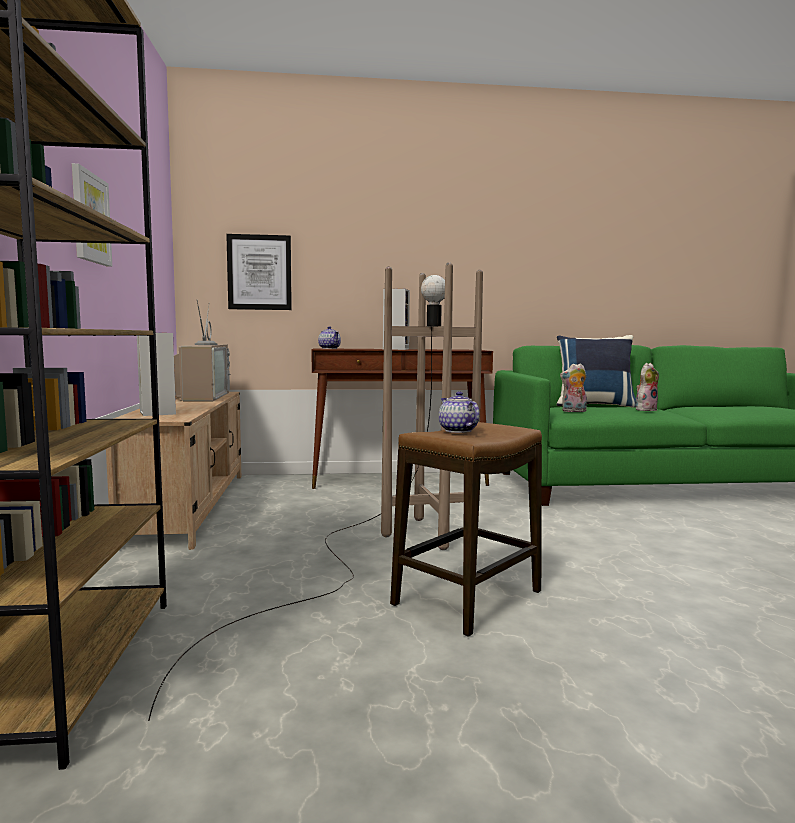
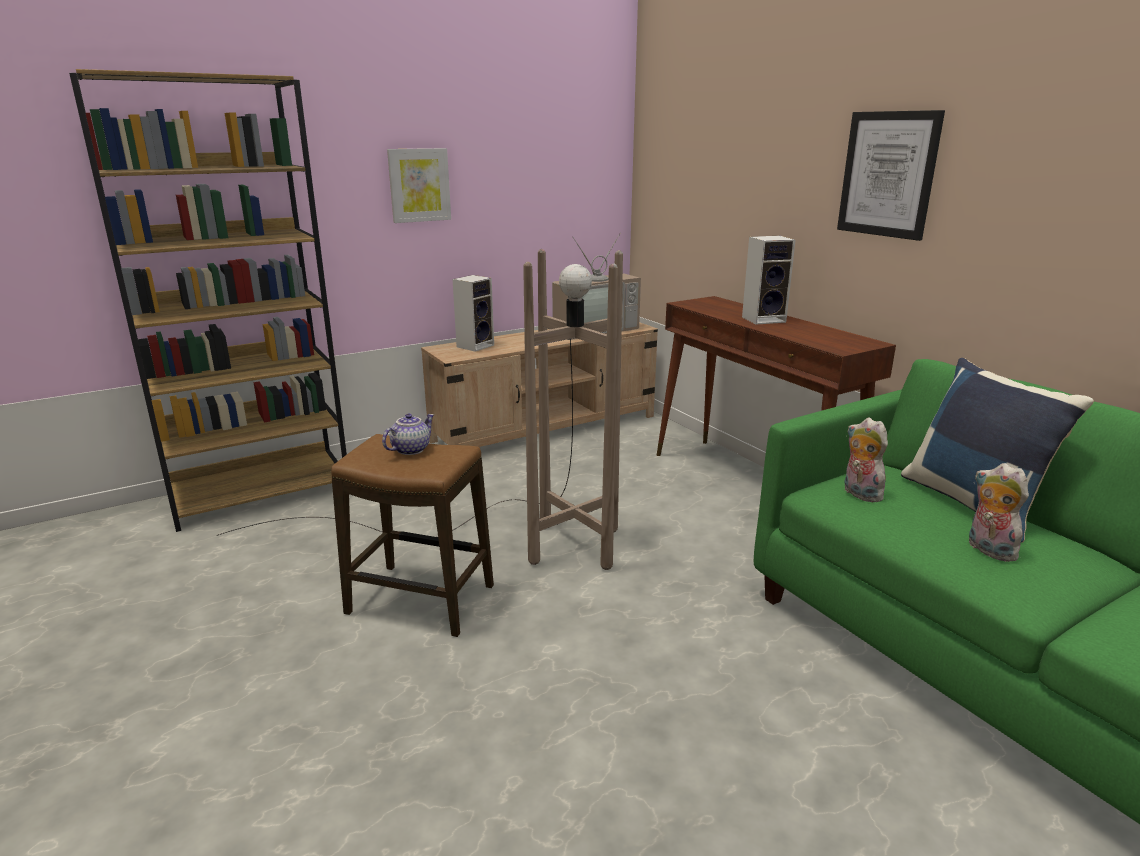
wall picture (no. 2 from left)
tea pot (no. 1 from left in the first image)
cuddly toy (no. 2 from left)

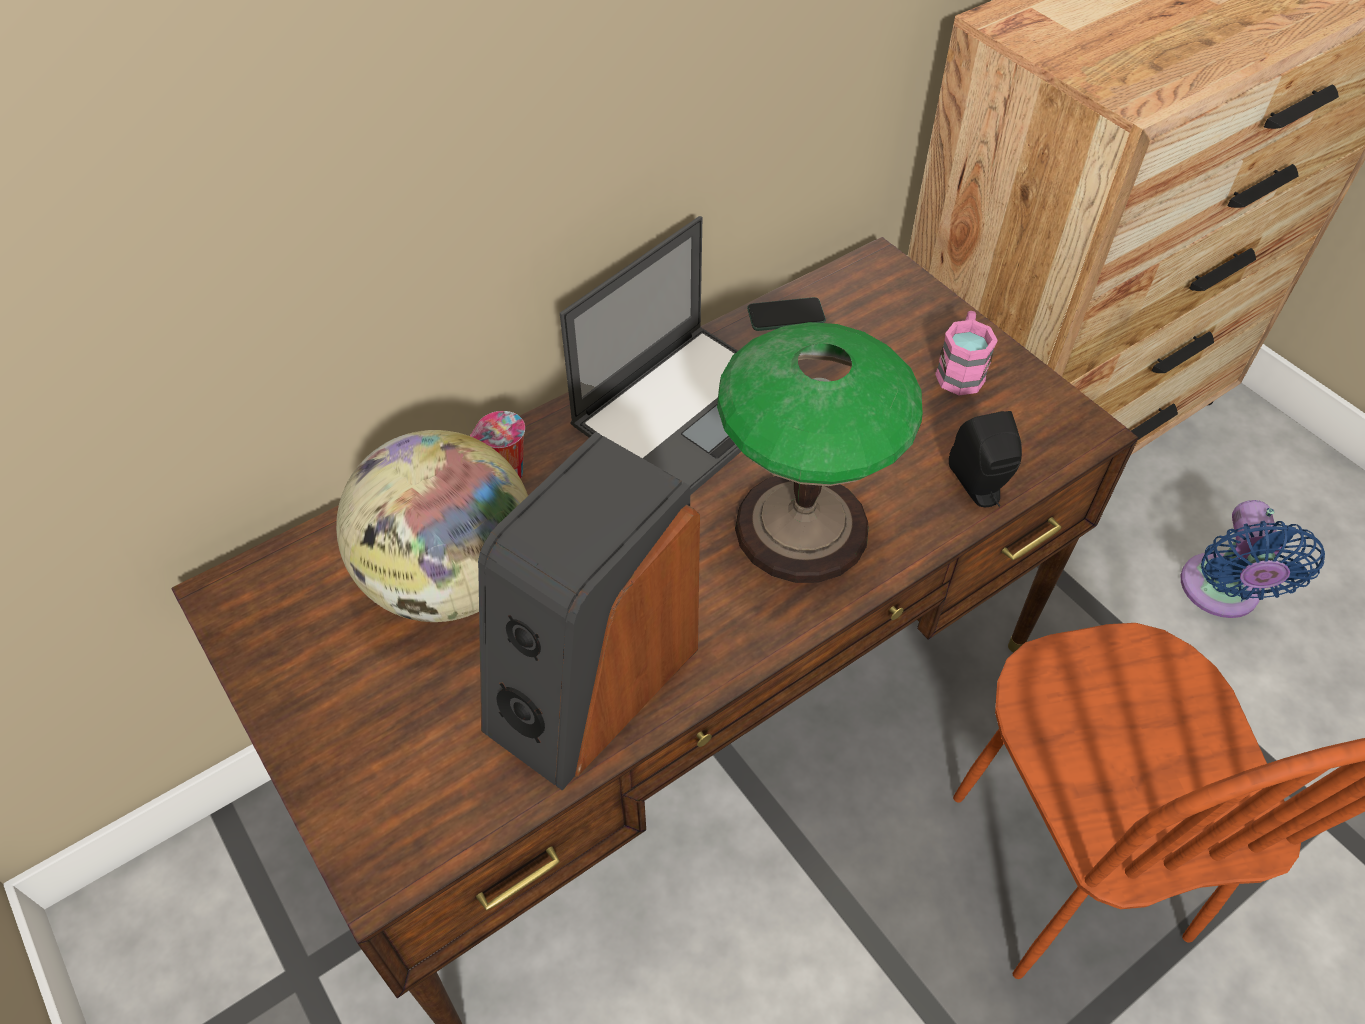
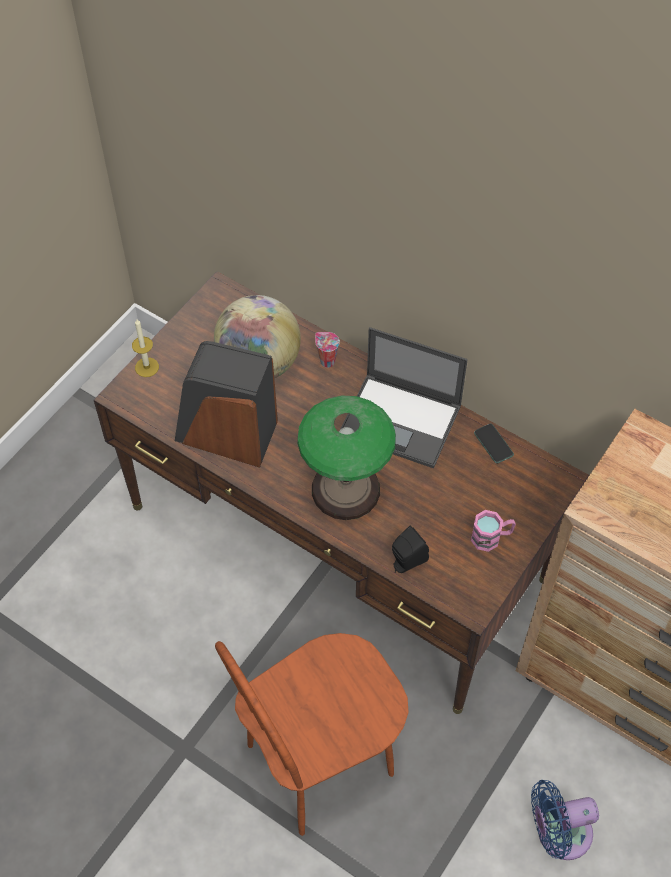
wax light

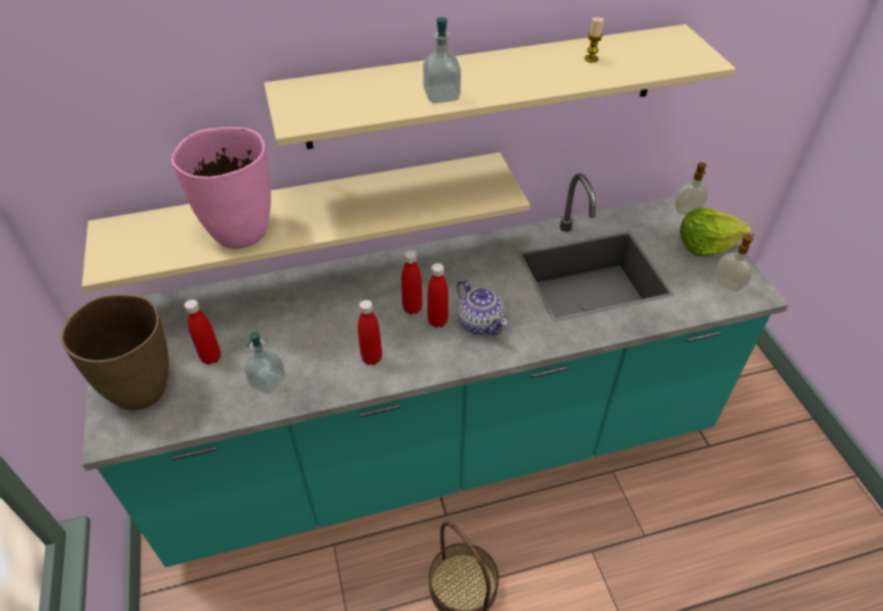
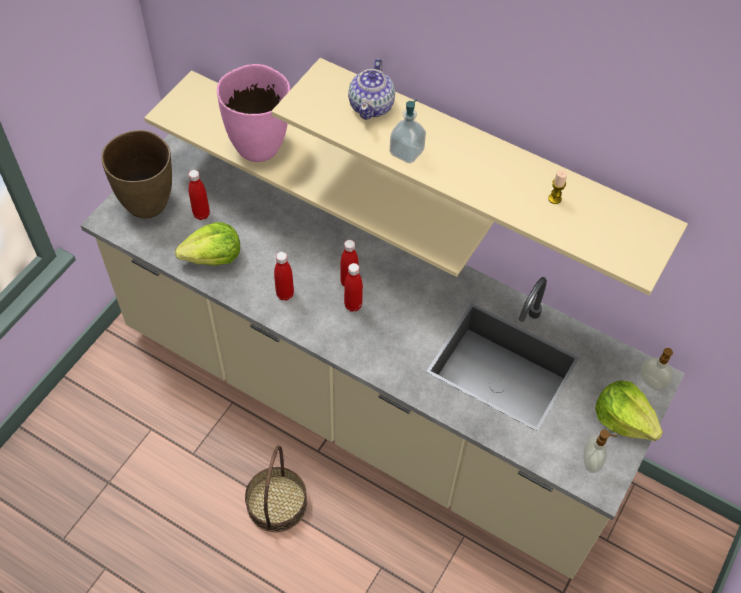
kitchen base unit/beige
tea pot
lettuce (no. 1 from left)

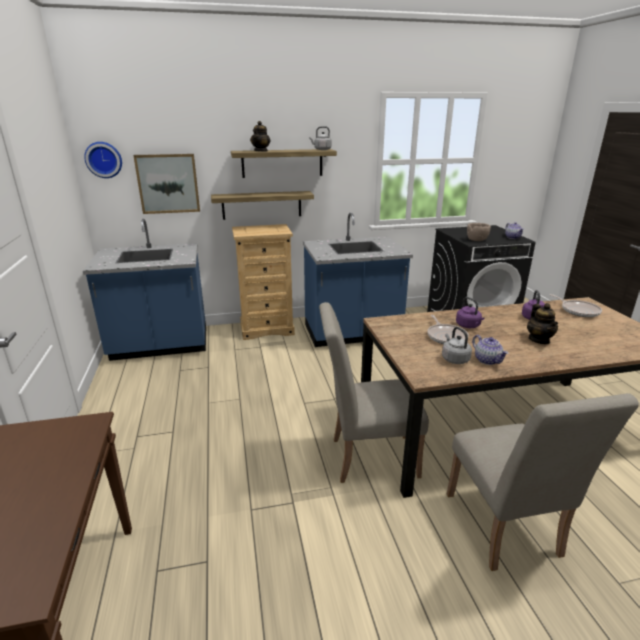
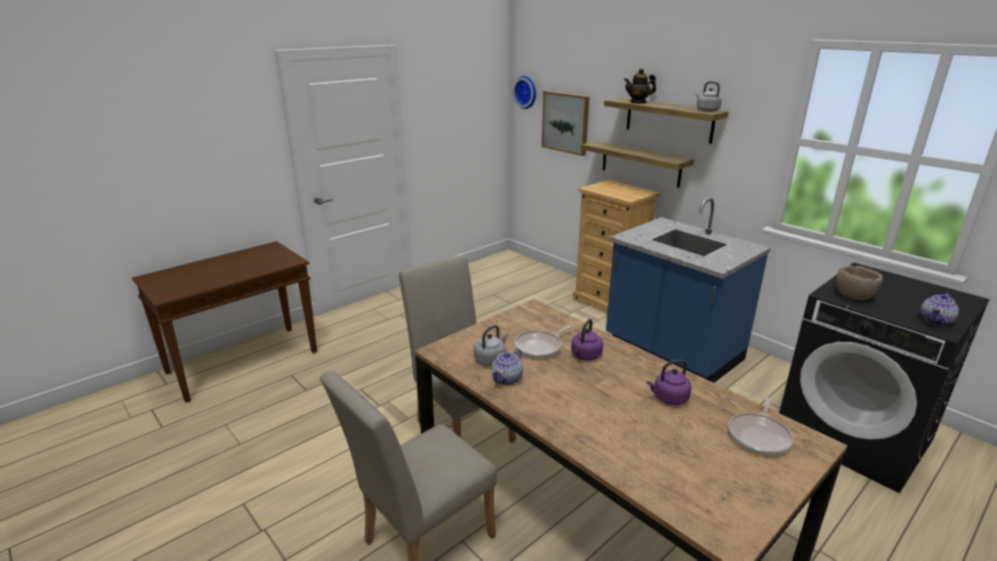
kitchen base unit/blue (no. 1 from left in the first image)
tea pot (no. 4 from left in the first image)

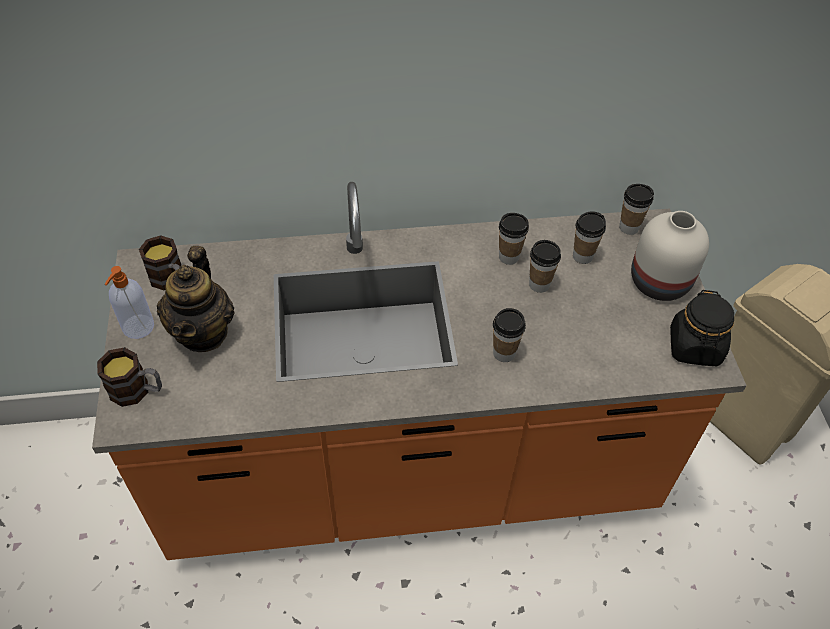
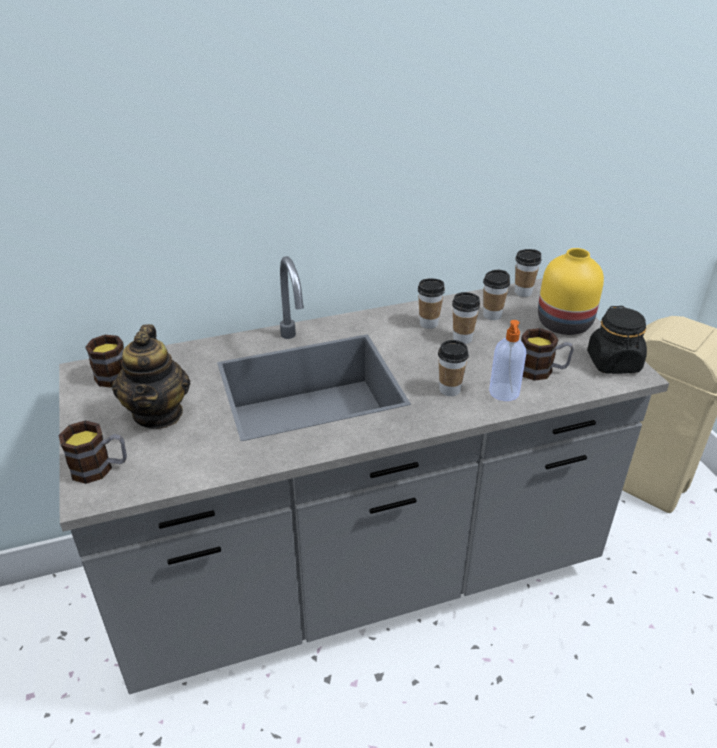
kitchen base unit/greyish
decorative vase/yellow-coloured
liquid soap bottle
coffee mug (no. 3 from left)

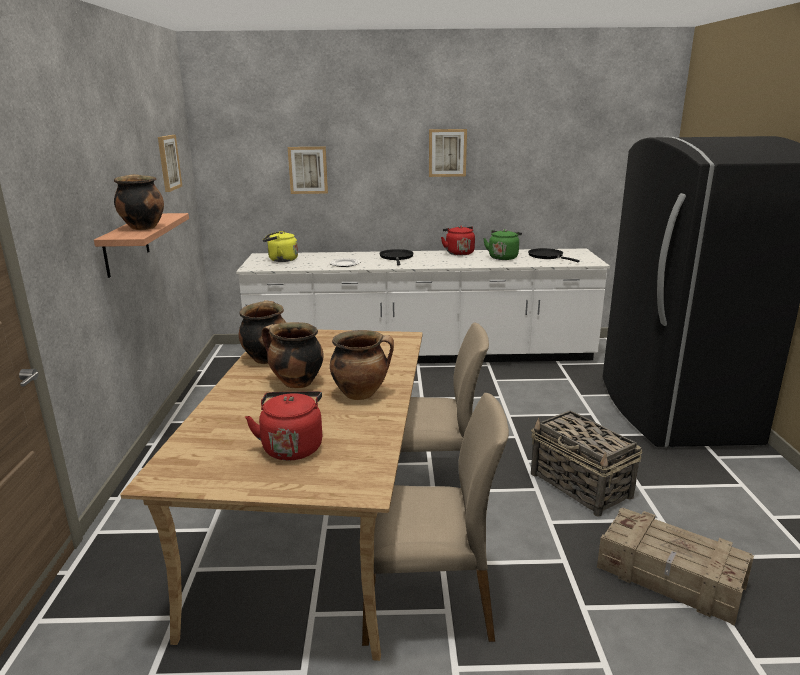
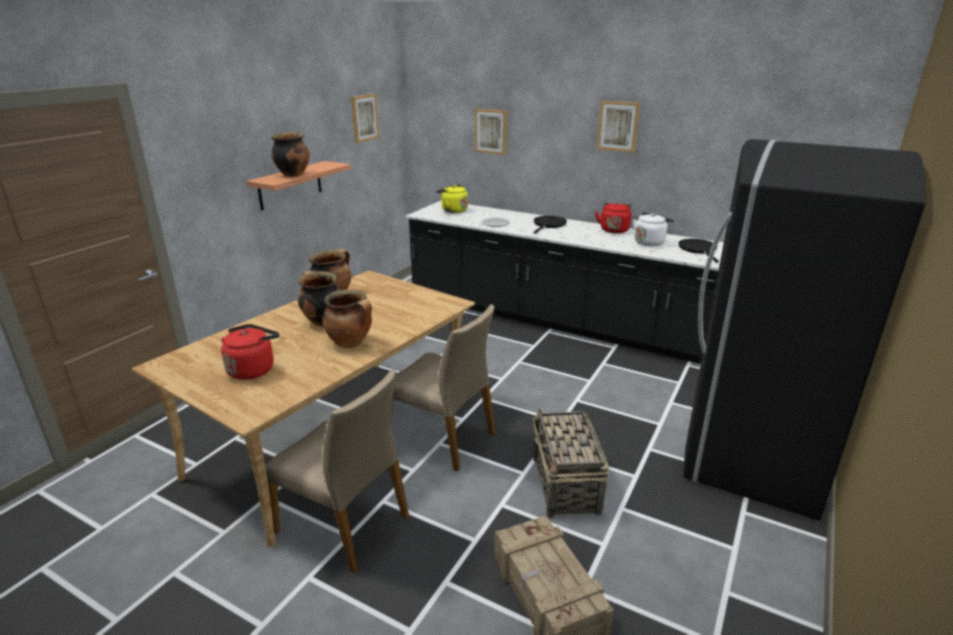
kettle/white-coloured
kitchen base unit/black

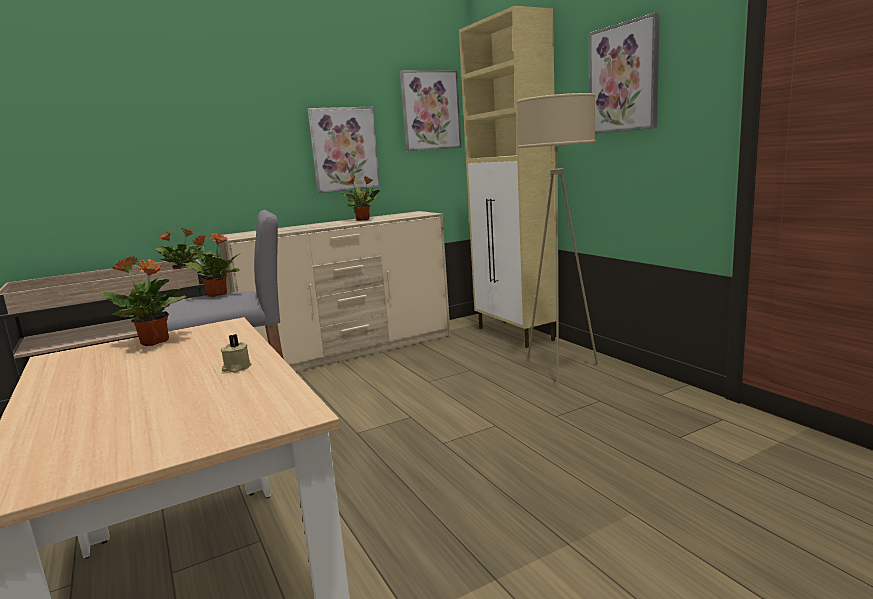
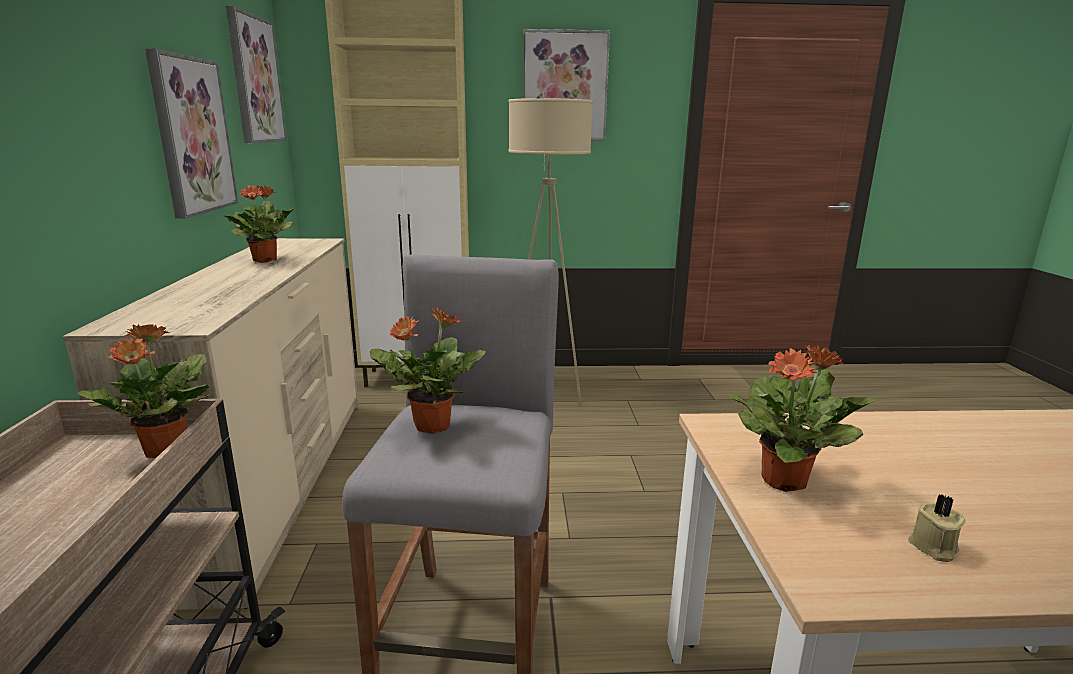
wax light/beige

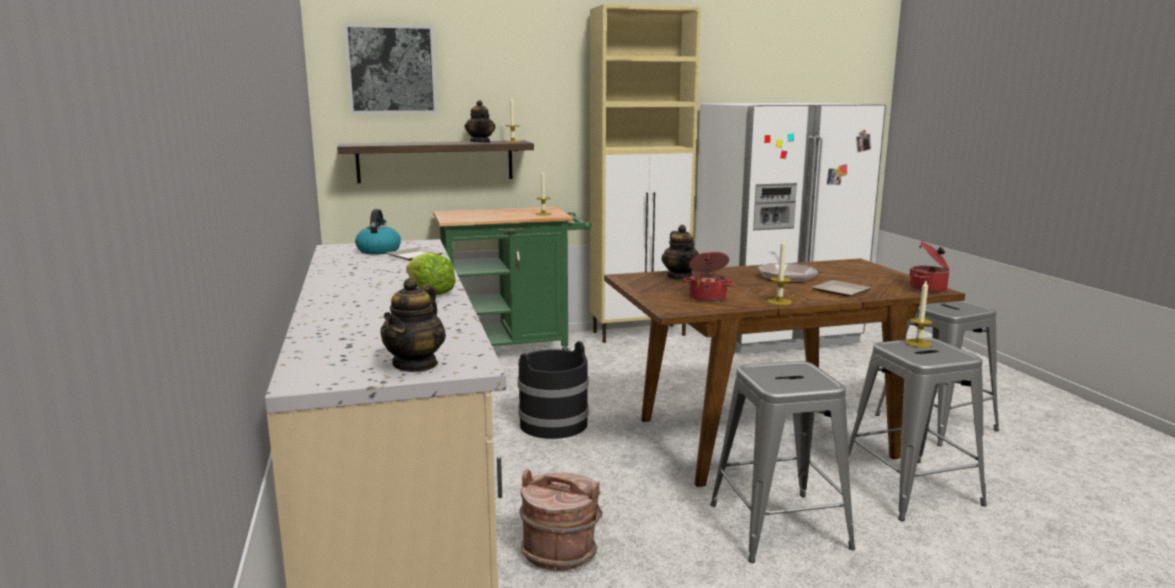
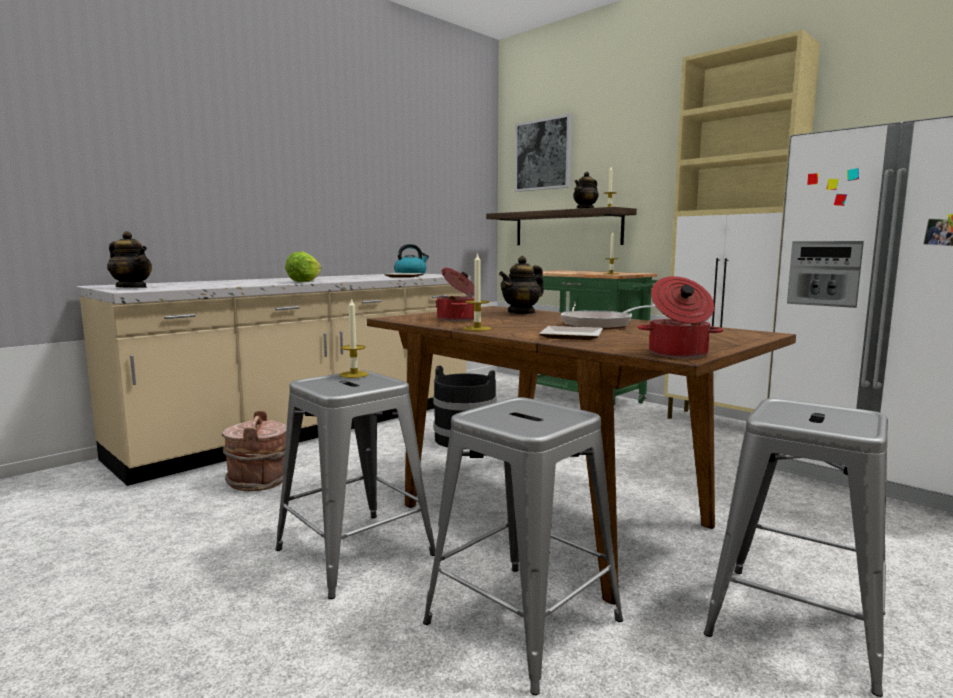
tea pot (no. 1 from left)
wax light (no. 1 from left)

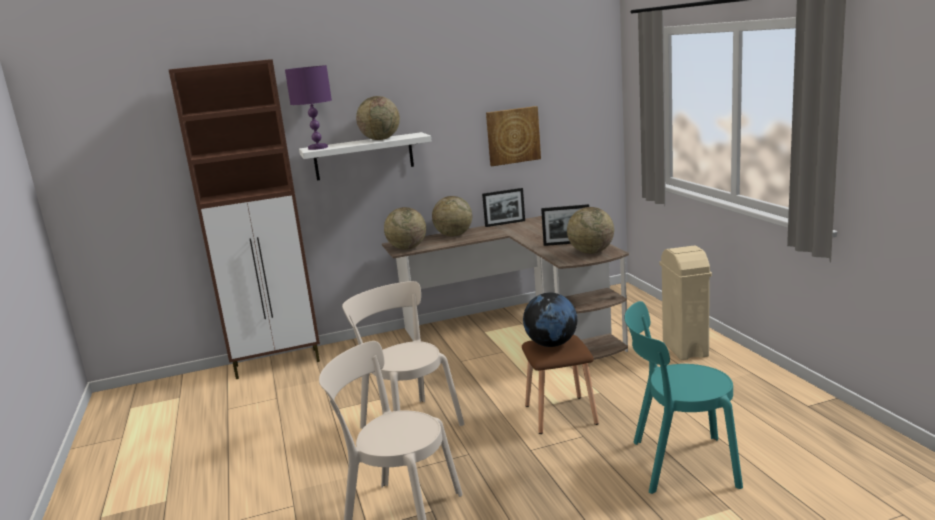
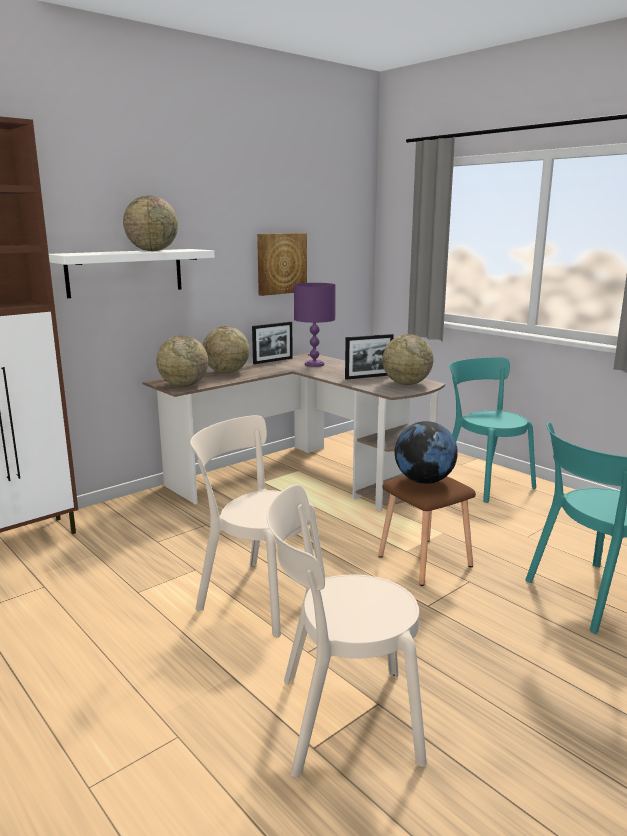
table lamp/purplish
upright chair/turquoise (no. 1 from left)

